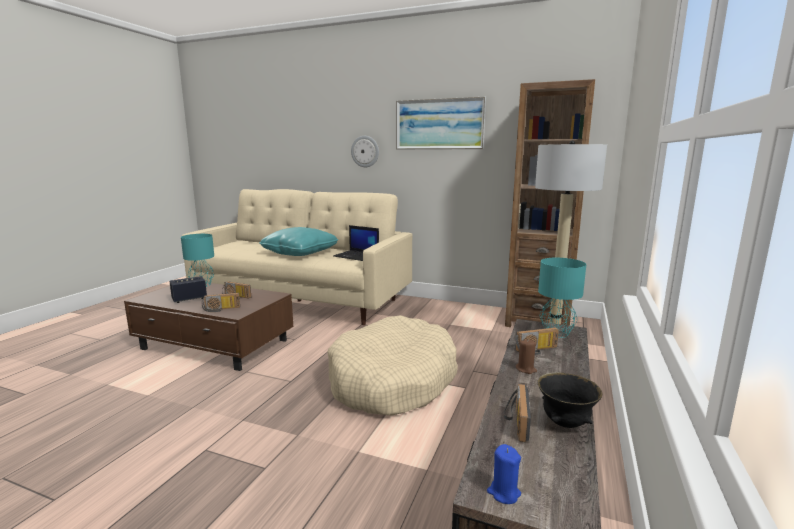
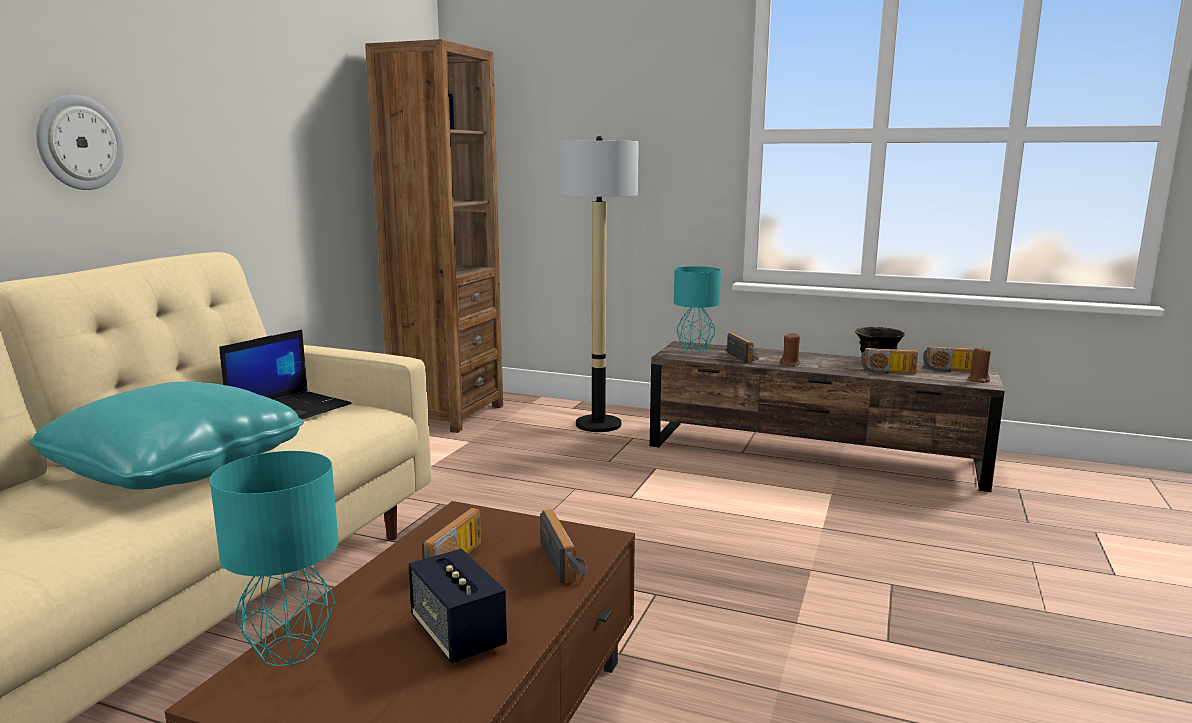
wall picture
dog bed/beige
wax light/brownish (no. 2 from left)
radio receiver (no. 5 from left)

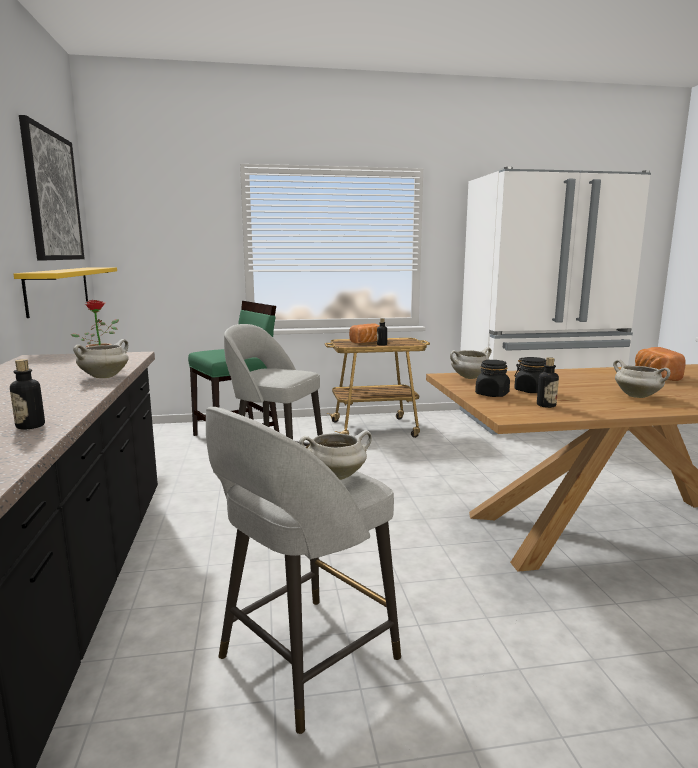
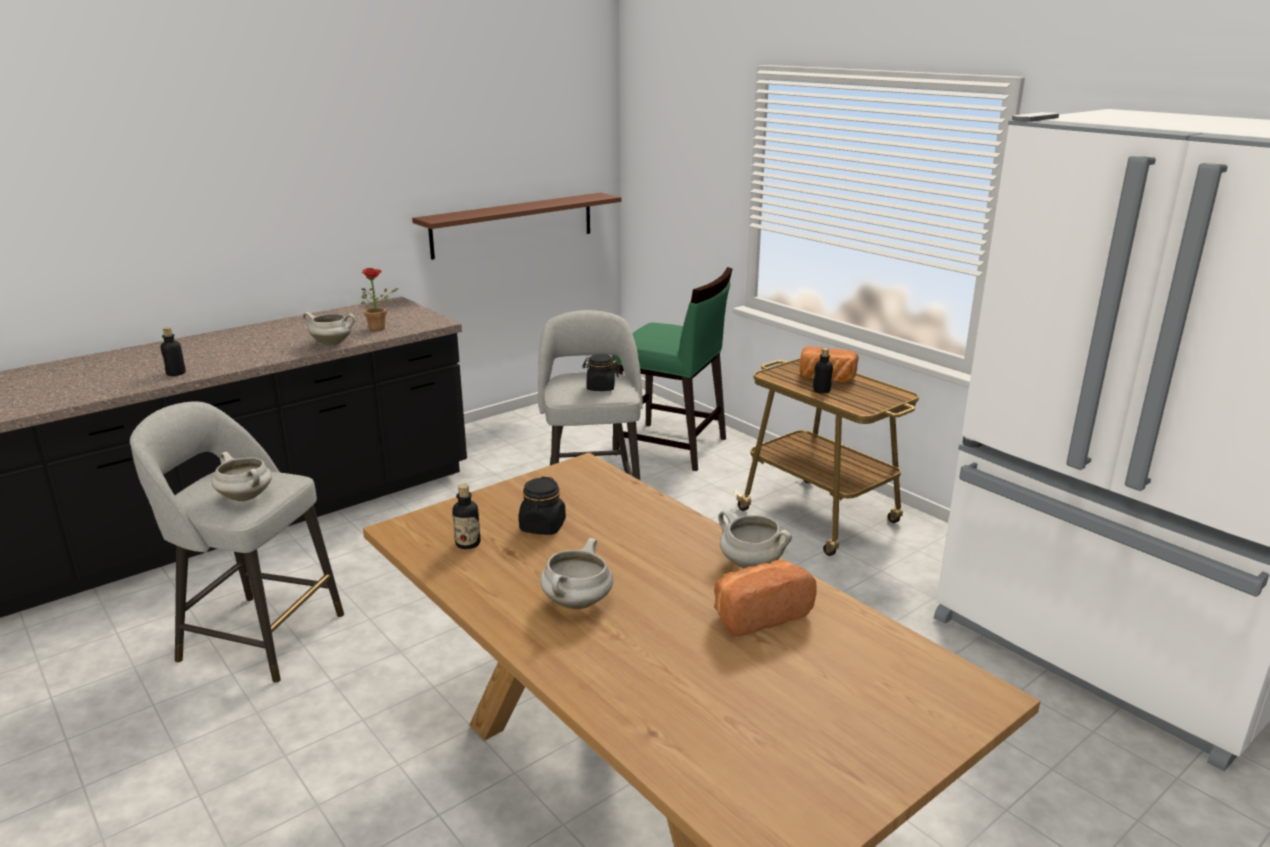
wall picture
bracket shelf/brownish
stockpot/white-coloured (no. 4 from left)
jar/black (no. 2 from left)

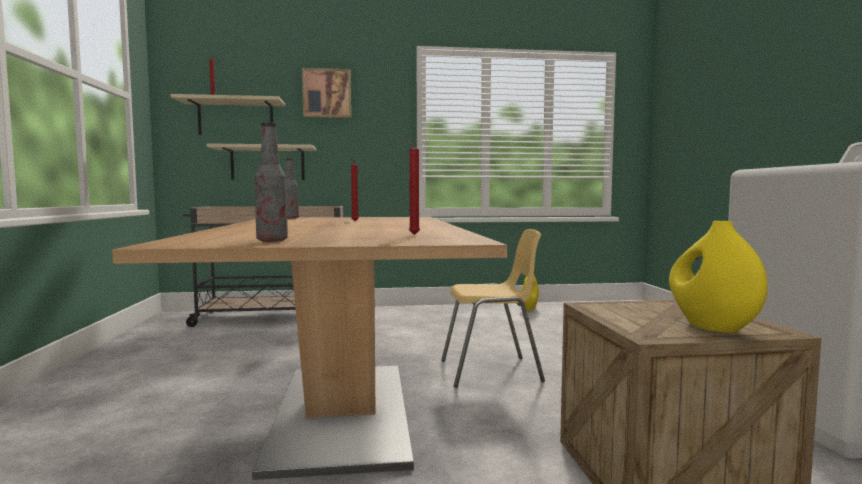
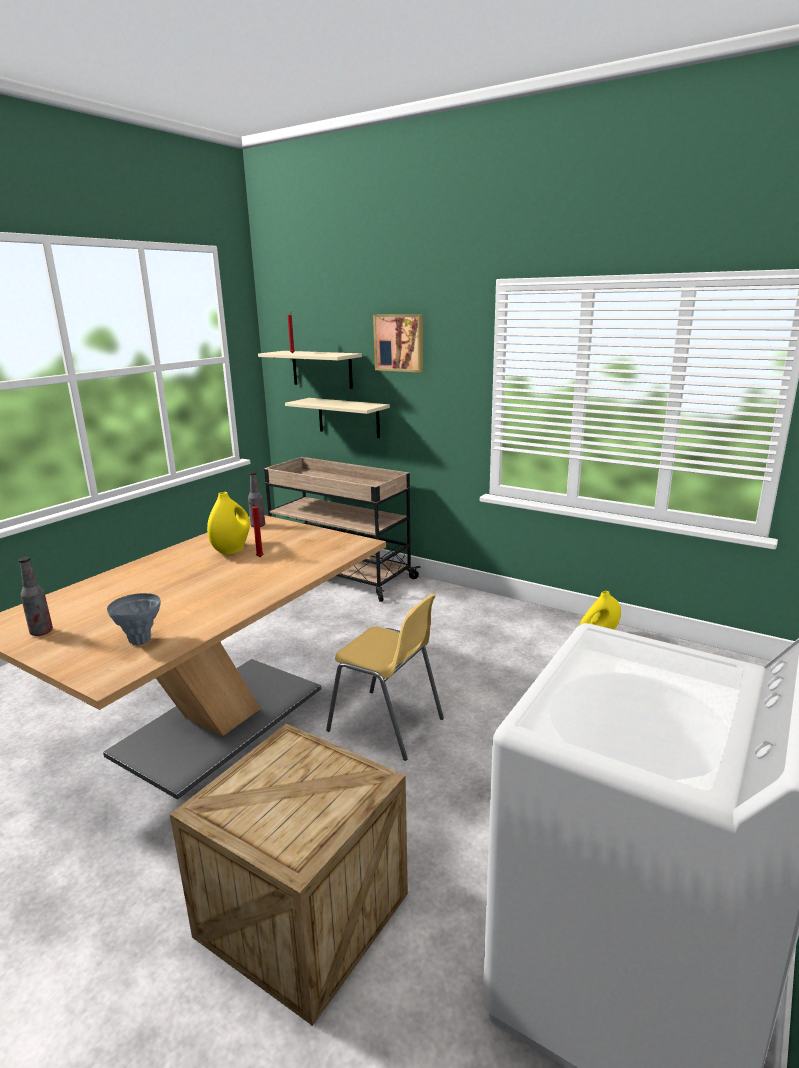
decorative vase/greyish
decorative vase/yellow-coloured (no. 1 from left)

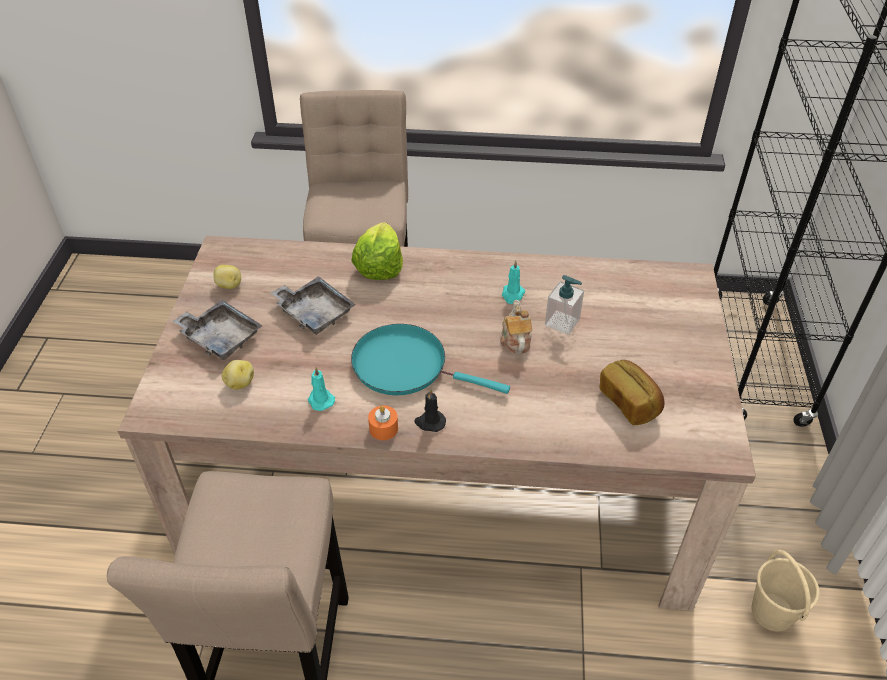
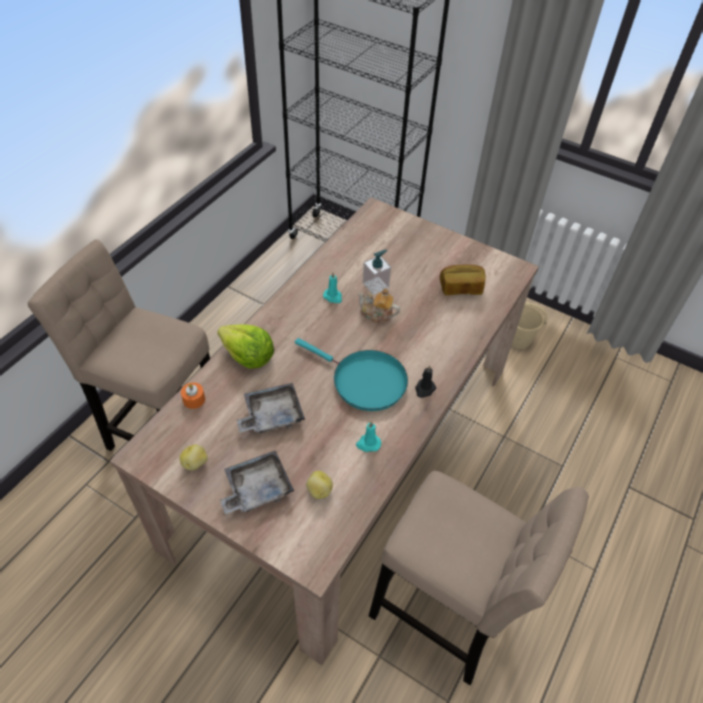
frying pan/turquoise
wax light/orange

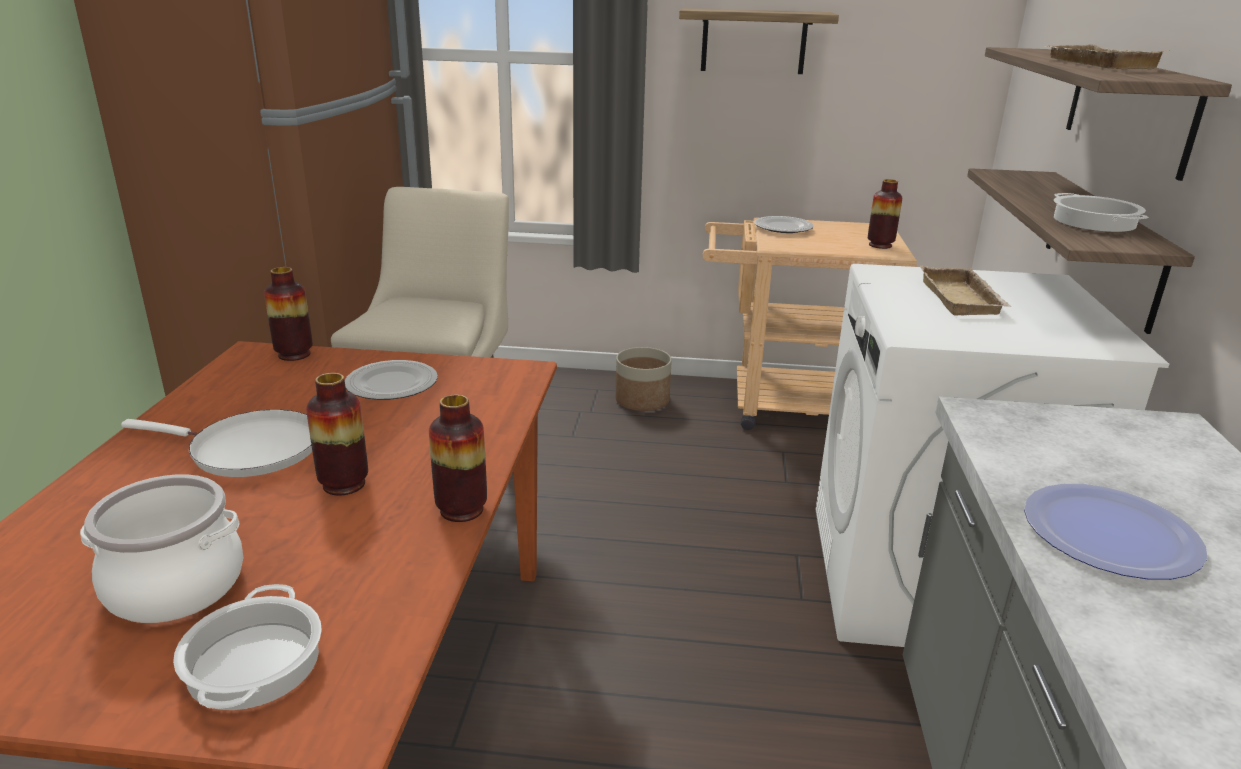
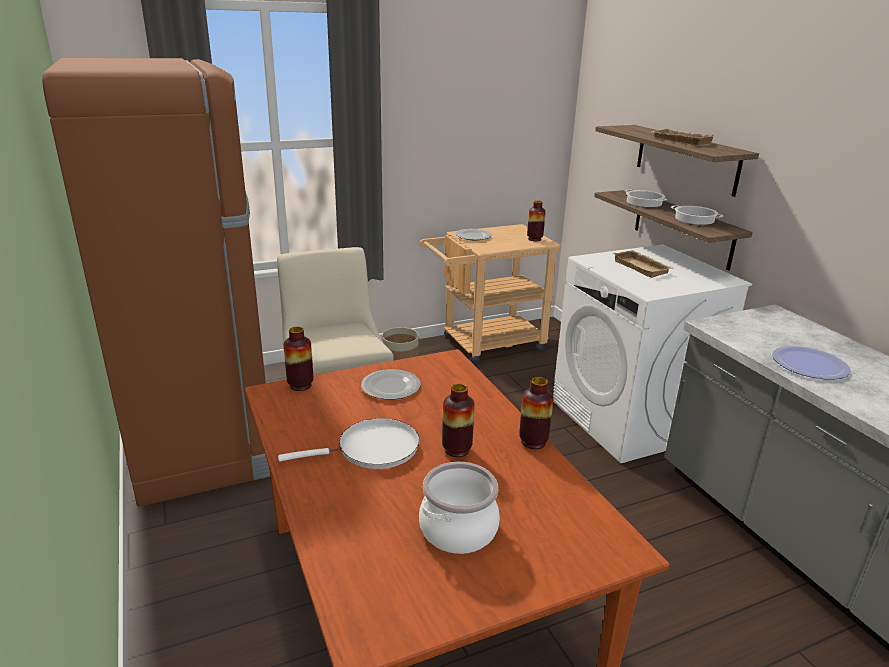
bracket shelf (no. 1 from left in the first image)
stockpot (no. 2 from left)

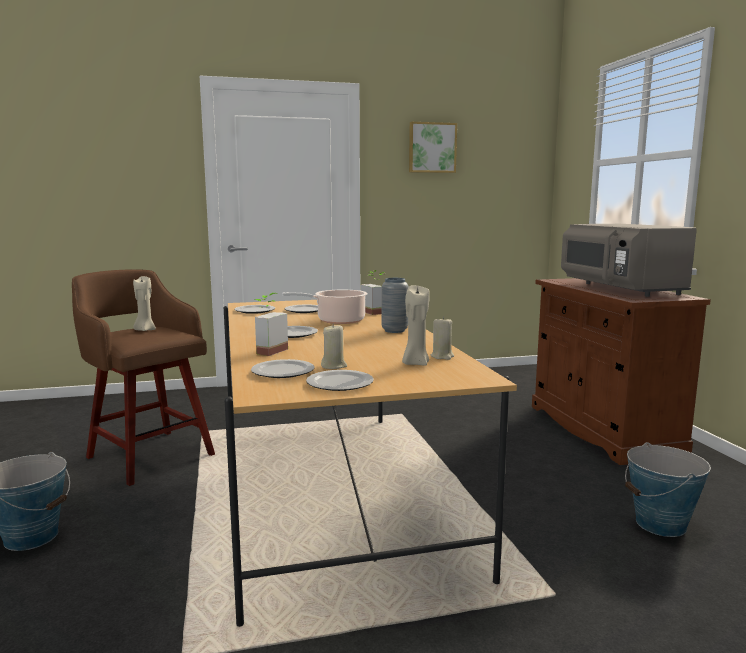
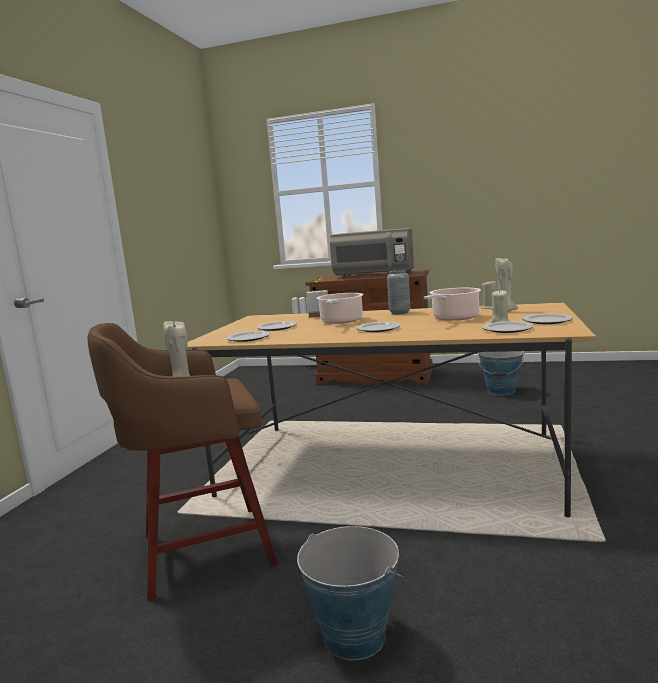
wall picture
plant in a pot (no. 1 from left in the first image)
stockpot (no. 2 from left)

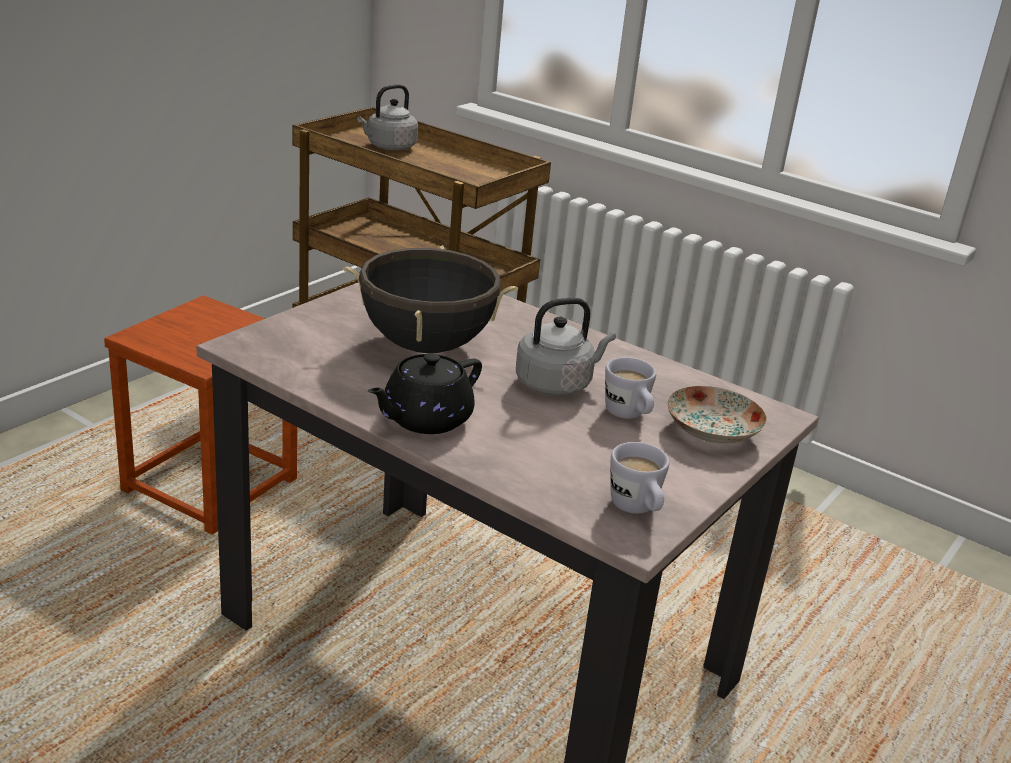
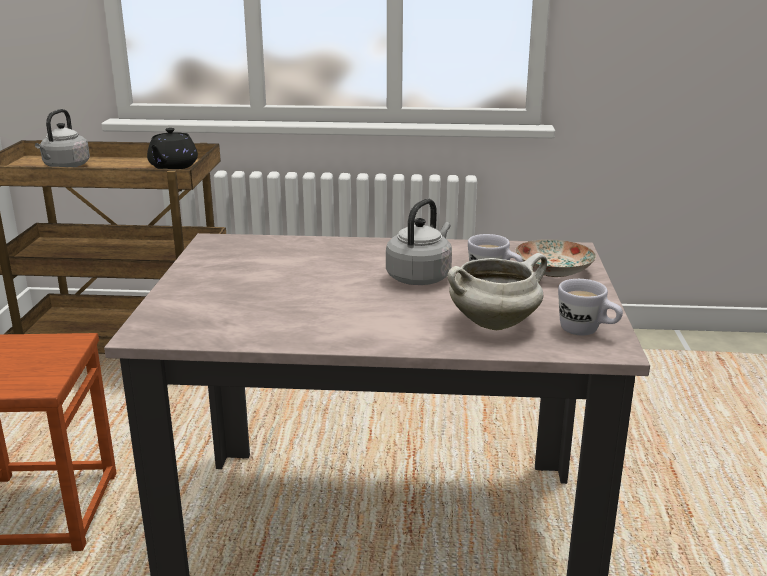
stockpot/black
tea pot/black
stockpot/white-coloured

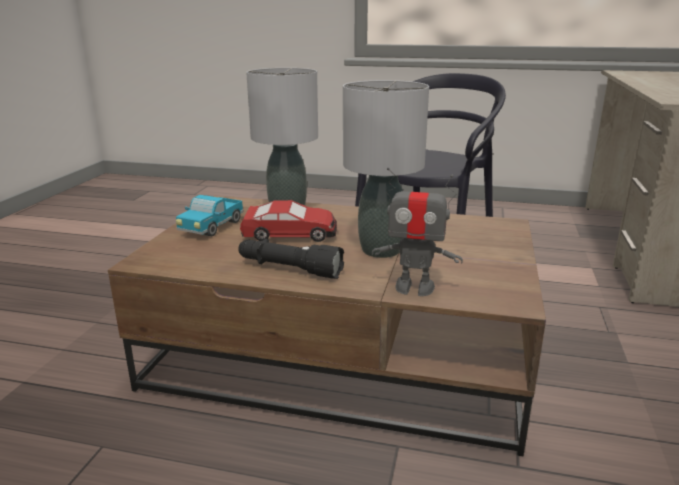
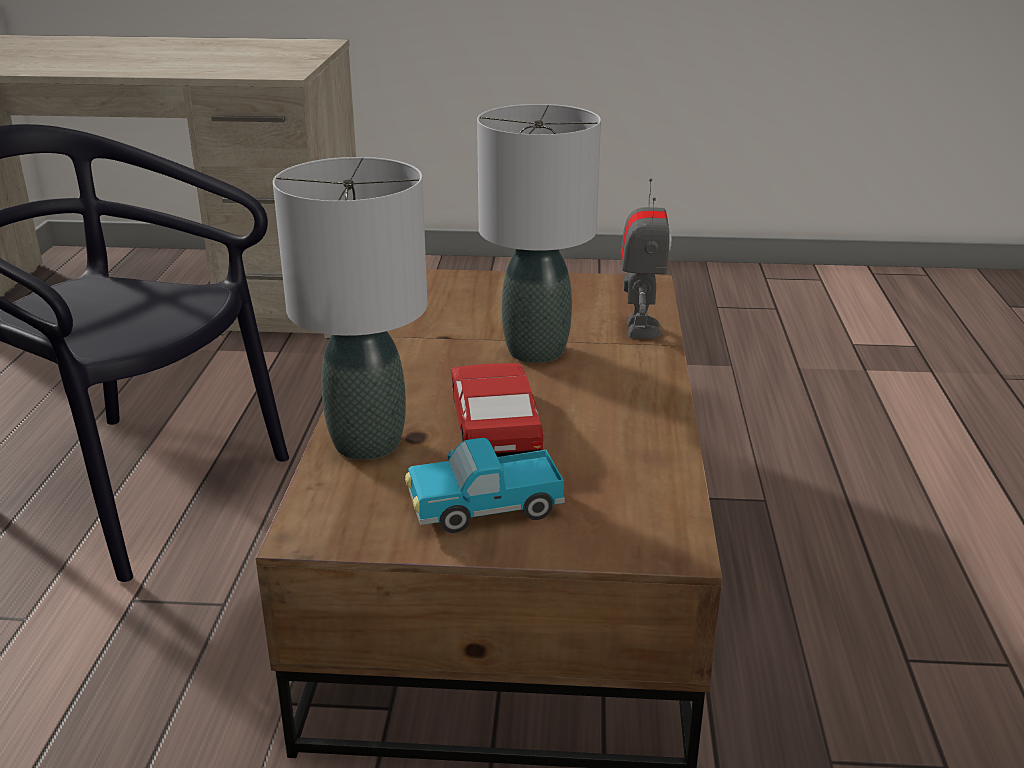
model truck
hand torch/black

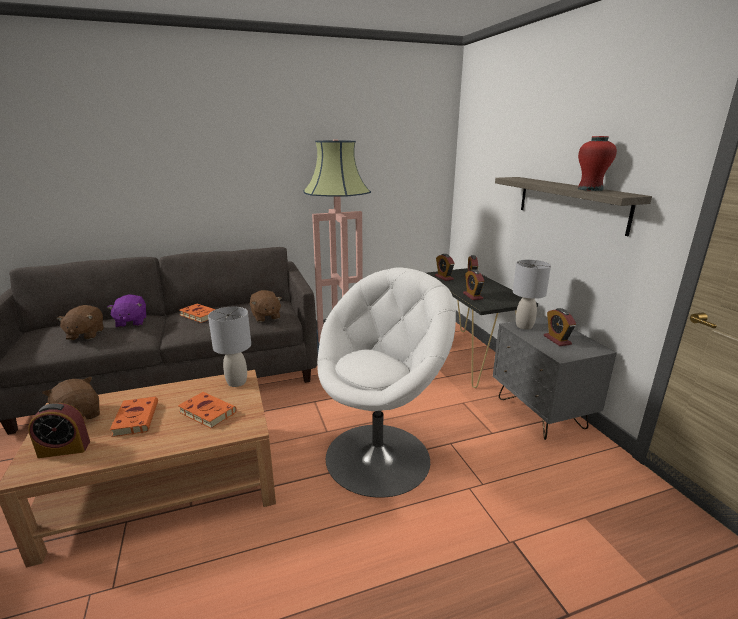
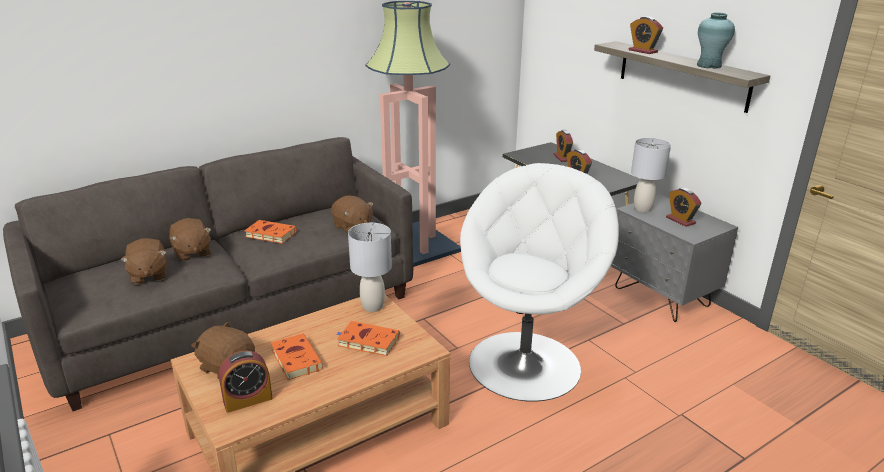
decorative vase/turquoise
table clock (no. 4 from left)
cuddly toy/brownish (no. 2 from left)

